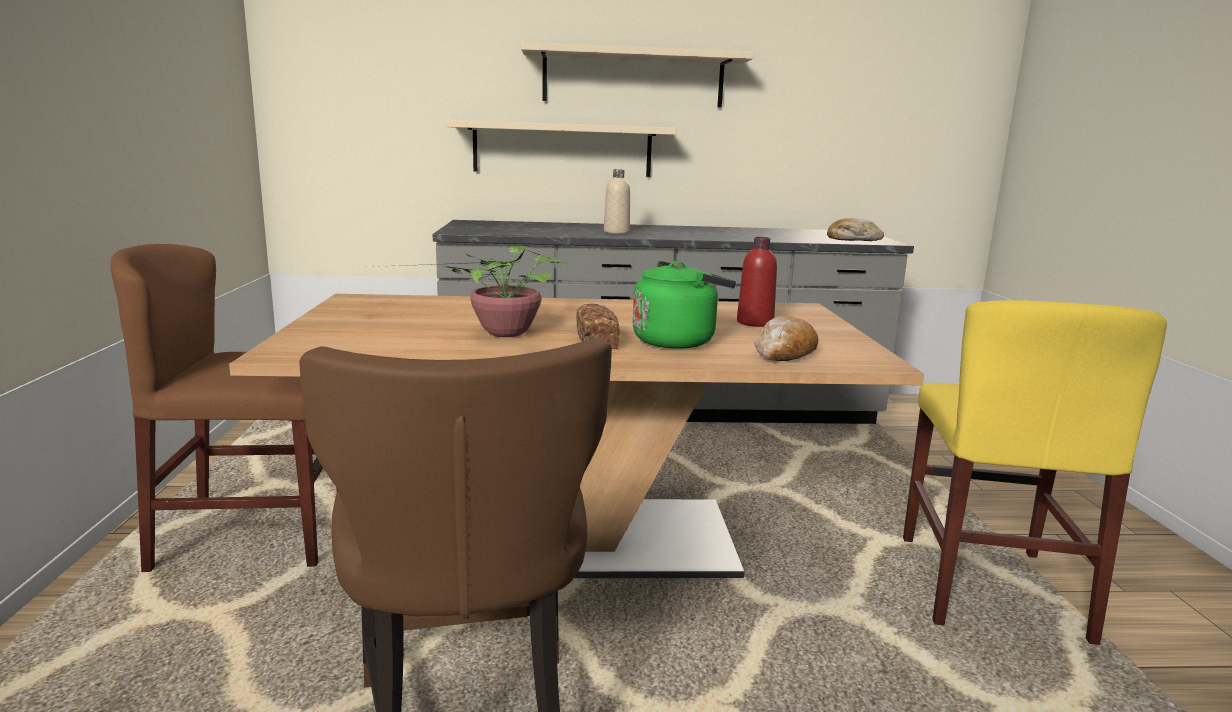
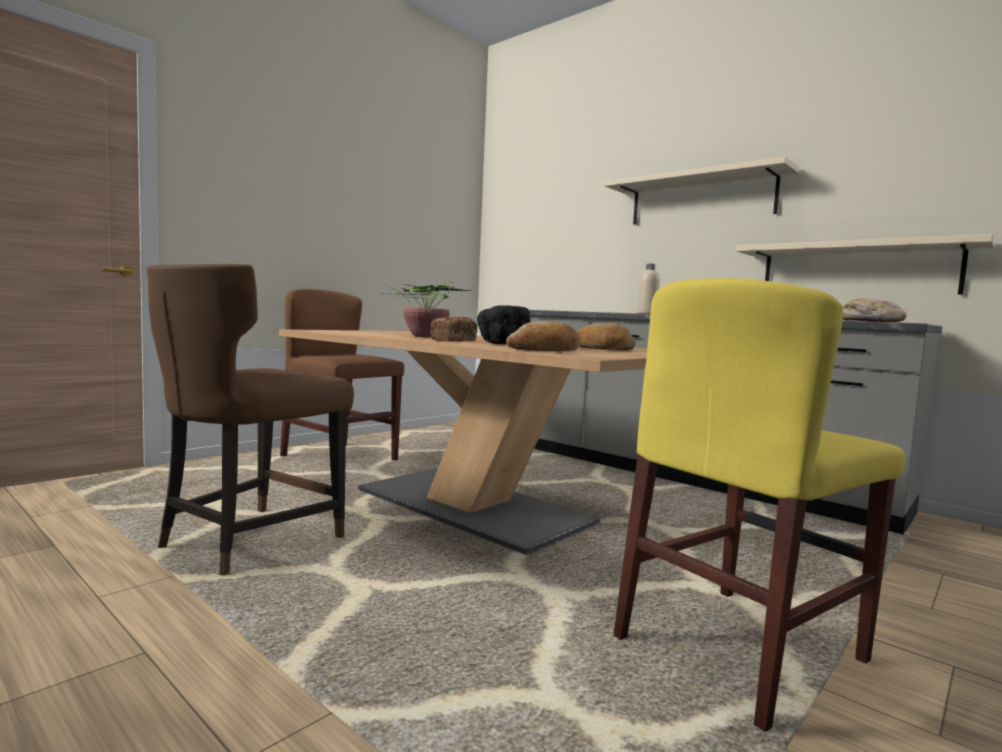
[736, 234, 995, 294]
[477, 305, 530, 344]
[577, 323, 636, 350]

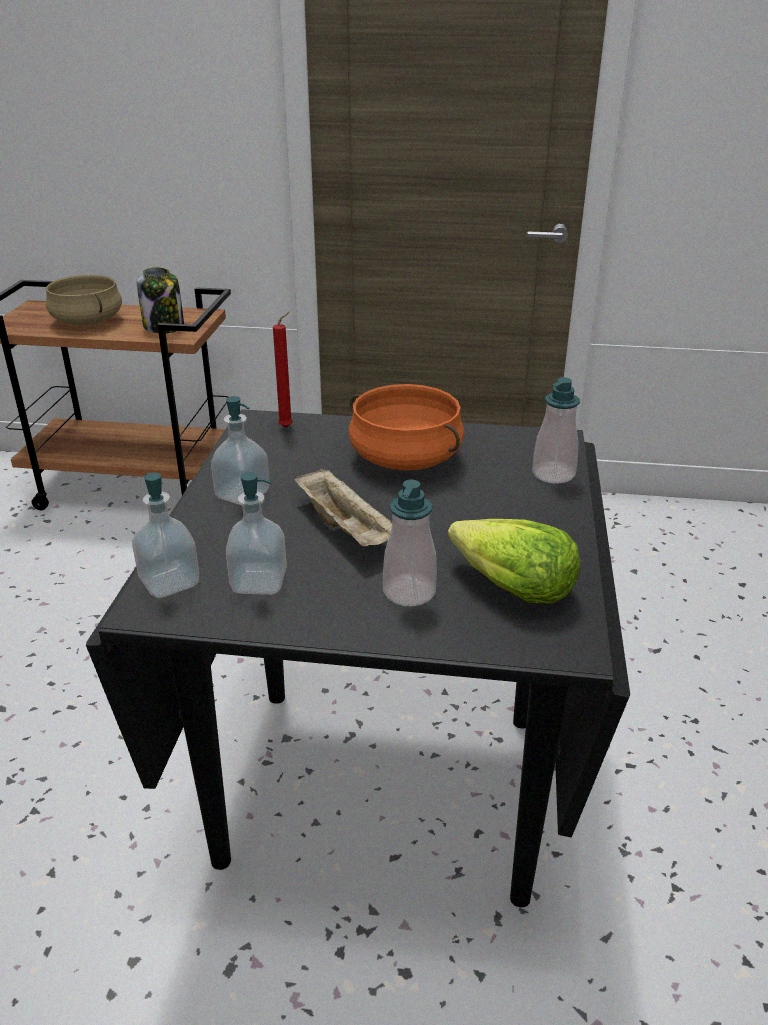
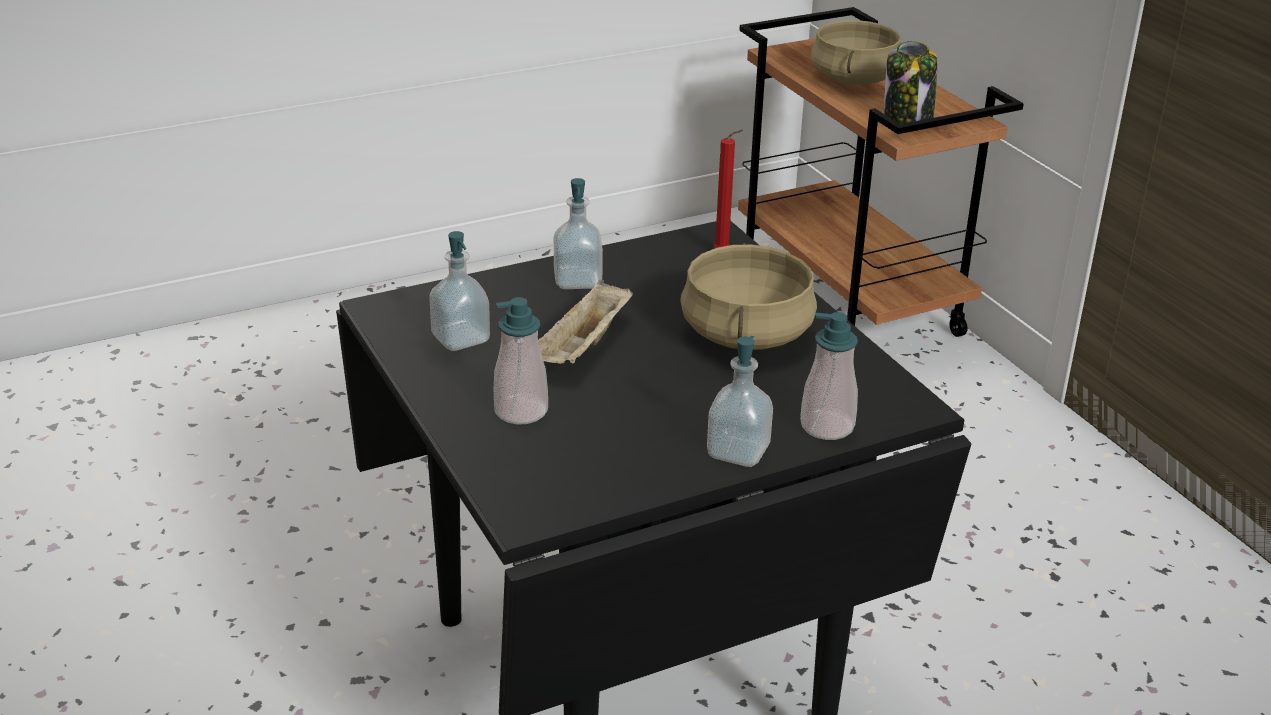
[707, 336, 773, 467]
[680, 243, 817, 350]
[448, 519, 580, 604] (first image)

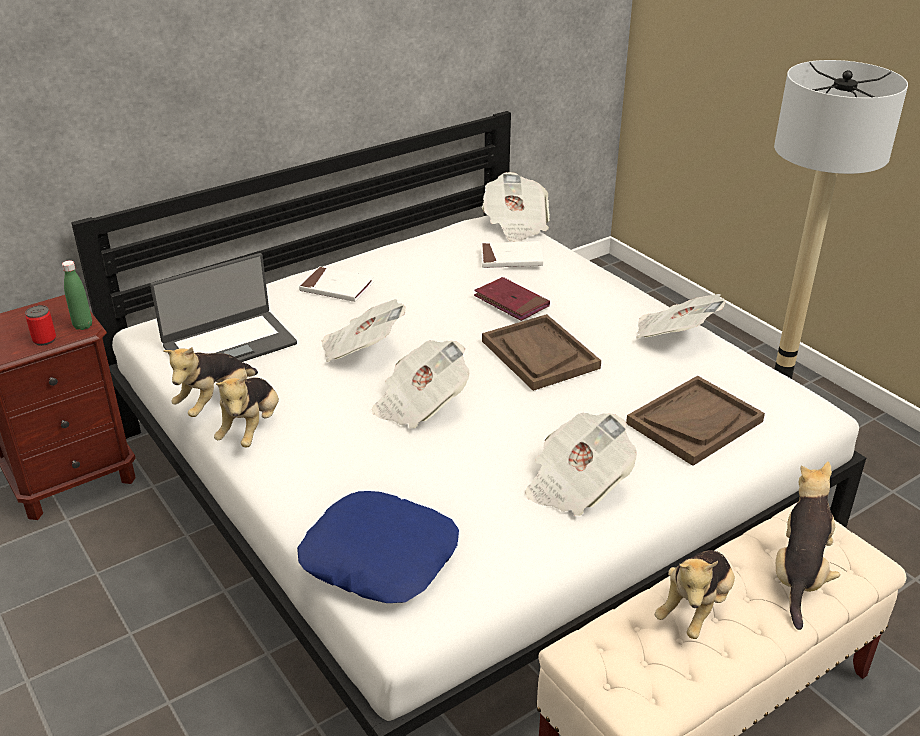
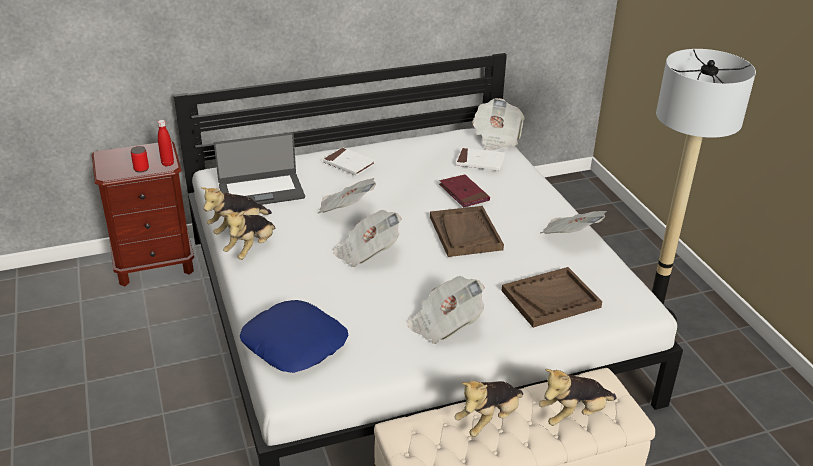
[158, 120, 174, 166]
[539, 369, 617, 426]

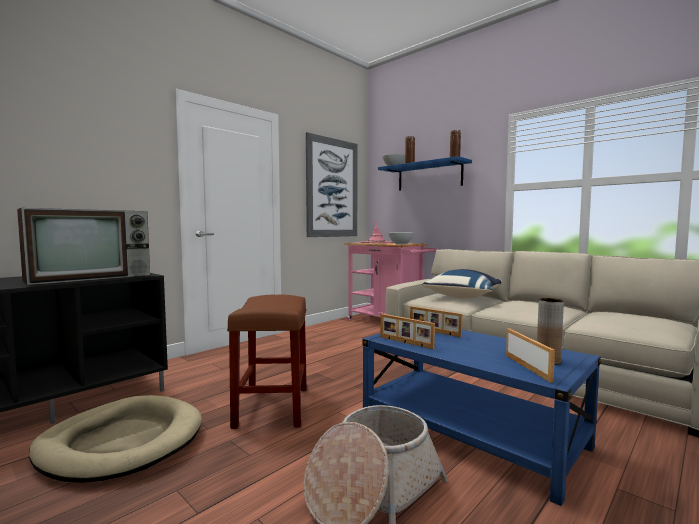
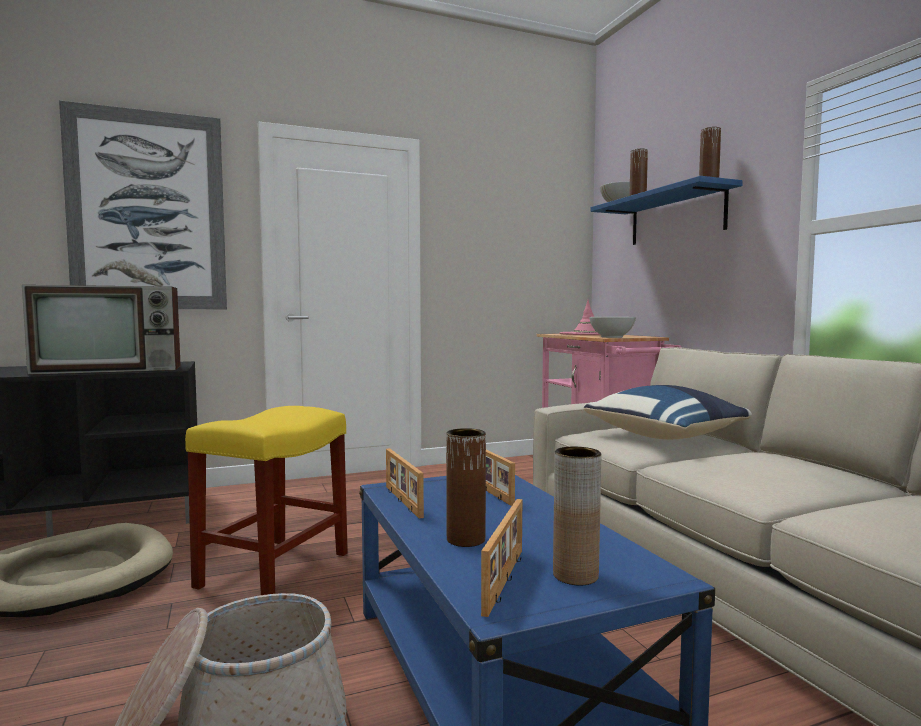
[185, 406, 348, 595]
[59, 100, 227, 309]
[446, 428, 486, 547]

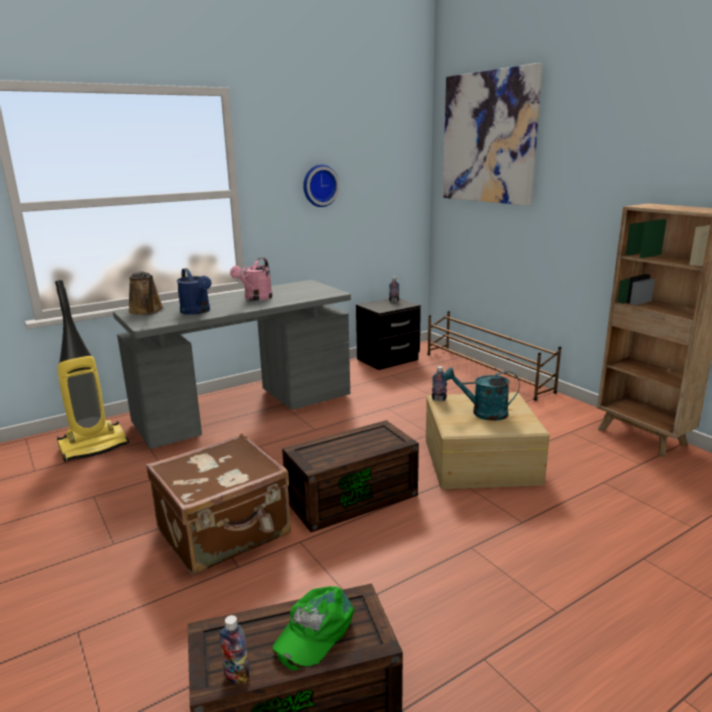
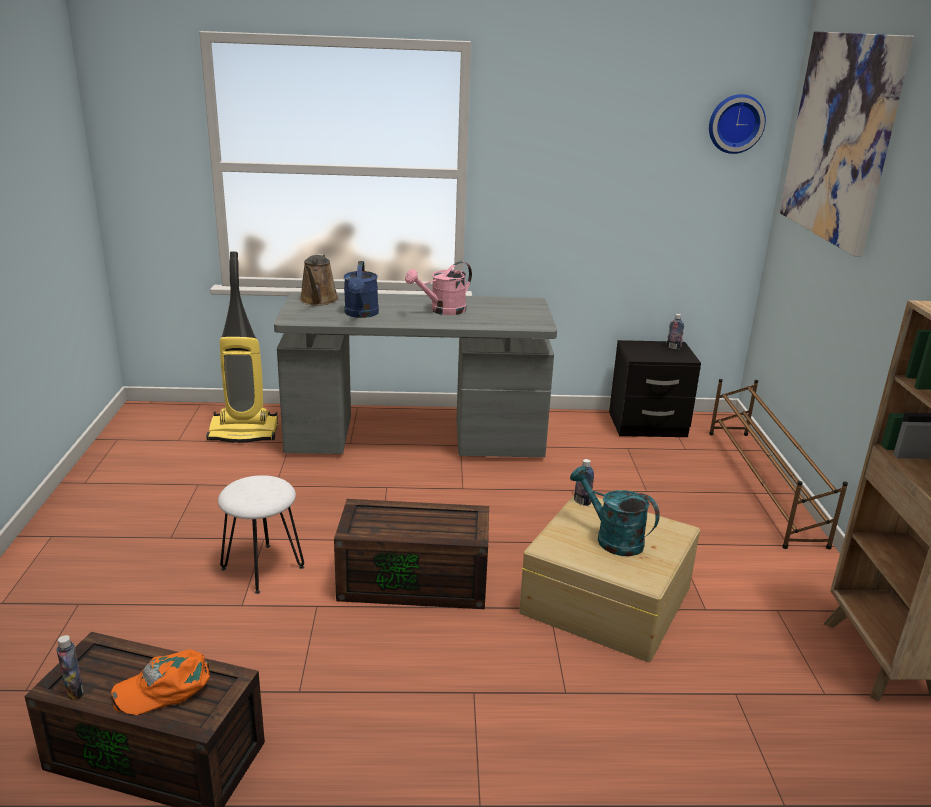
[218, 475, 304, 594]
[110, 649, 210, 716]
[709, 94, 766, 154]

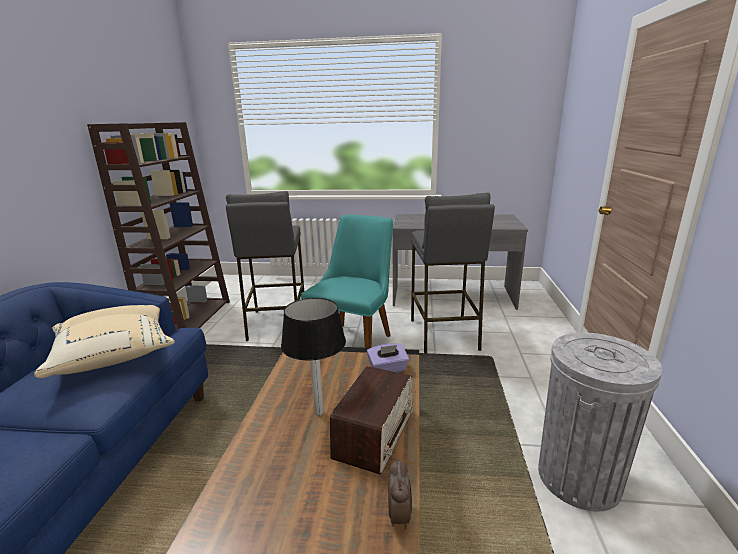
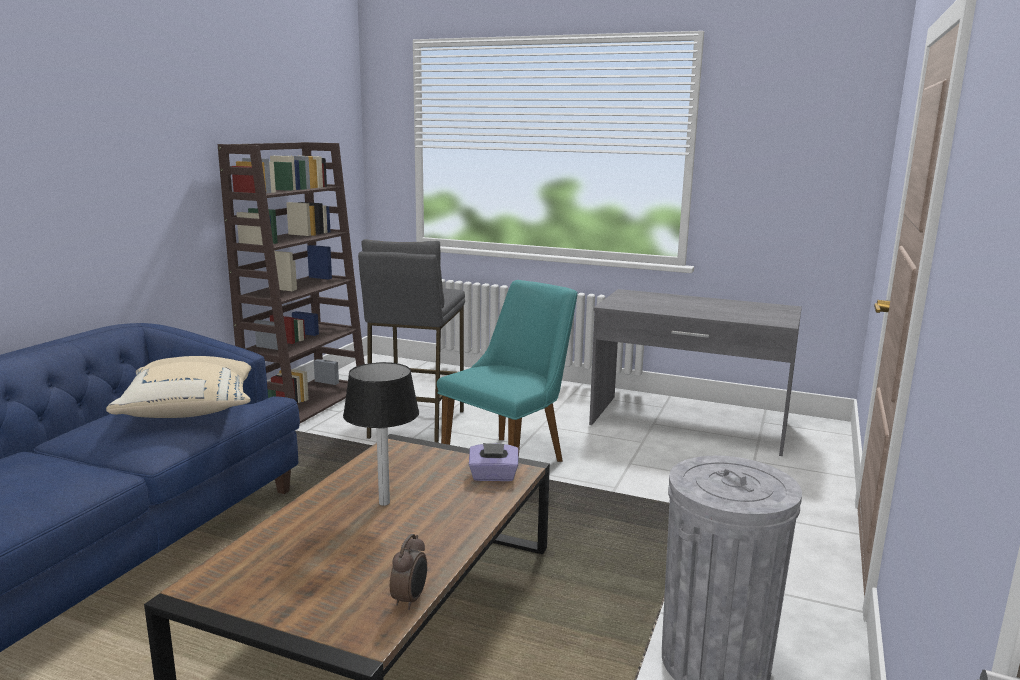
[330, 366, 413, 475] (first image)
[411, 193, 495, 353] (first image)

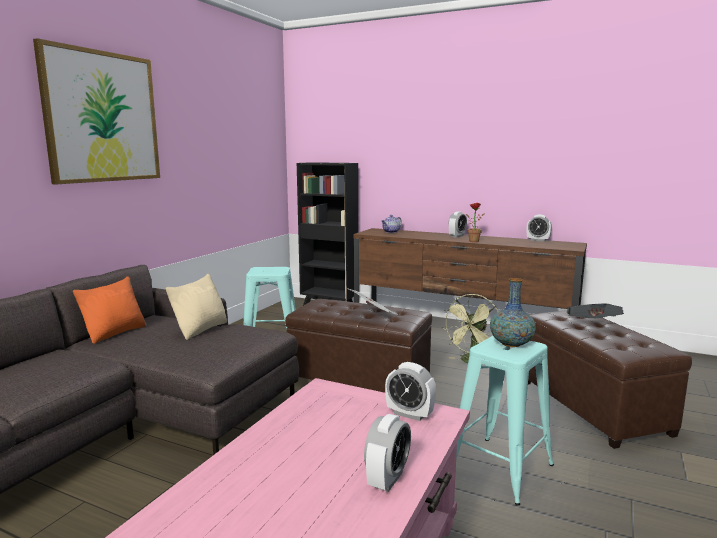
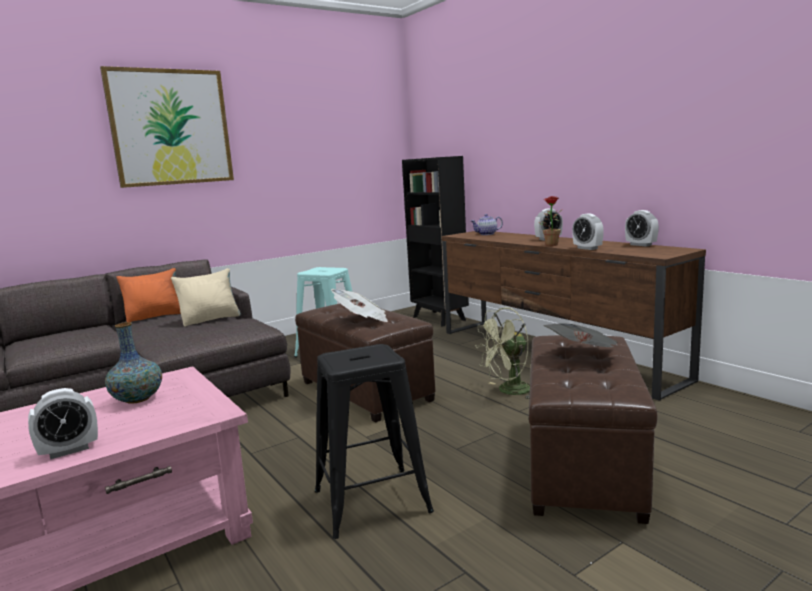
[572, 214, 604, 250]
[315, 344, 434, 539]
[105, 322, 162, 404]

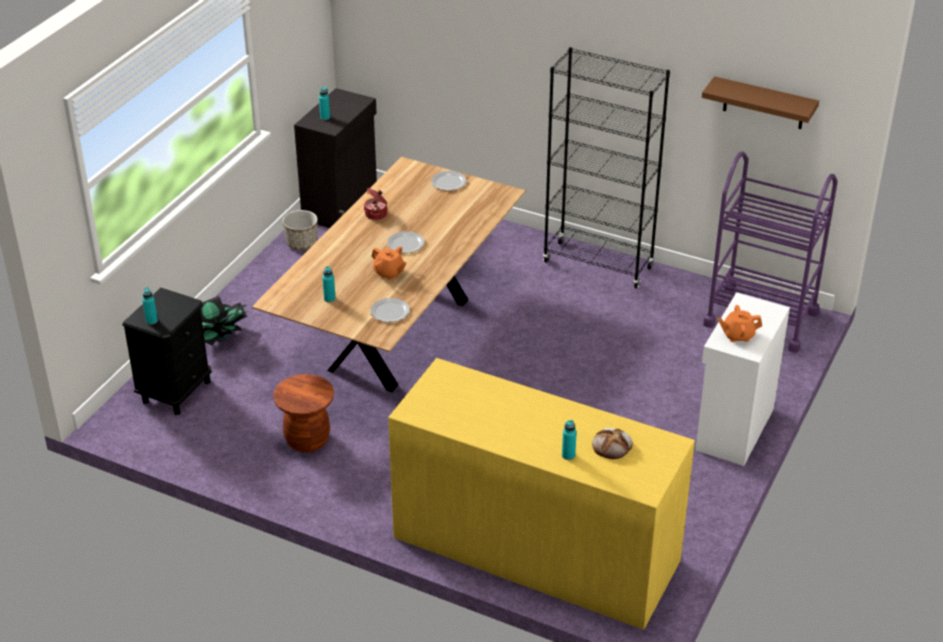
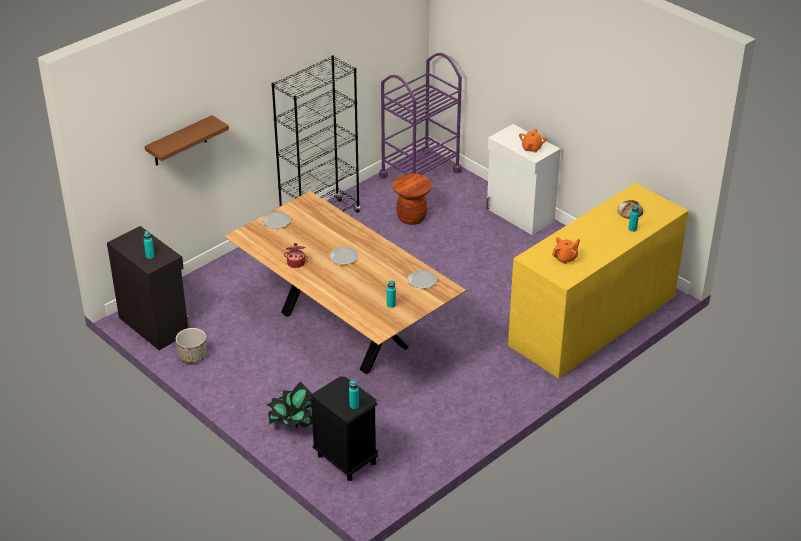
[392, 174, 432, 225]
[552, 237, 580, 264]
[145, 115, 229, 166]

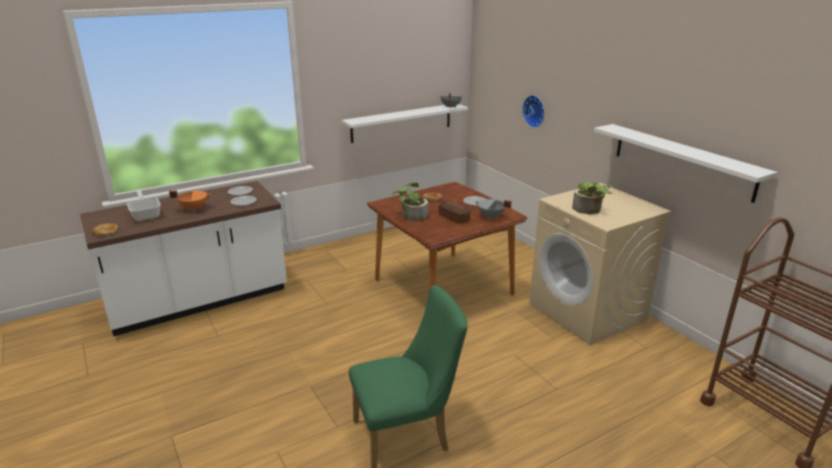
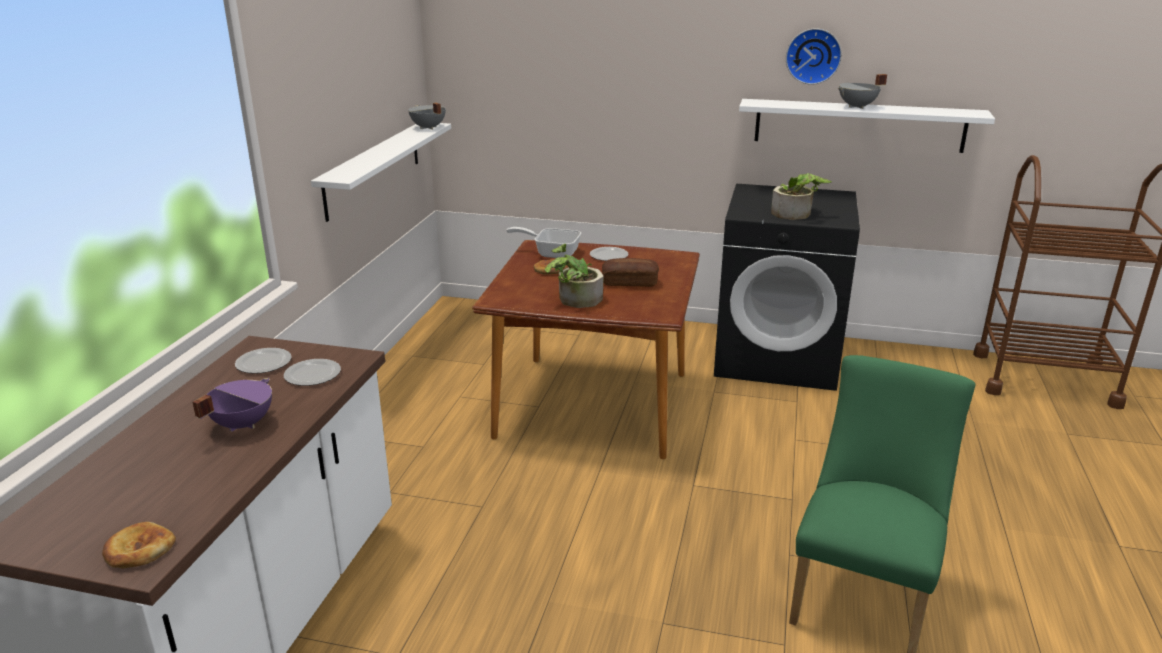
[506, 227, 581, 258]
[193, 378, 272, 432]
[838, 74, 887, 109]
[786, 28, 842, 85]
[714, 184, 860, 391]

